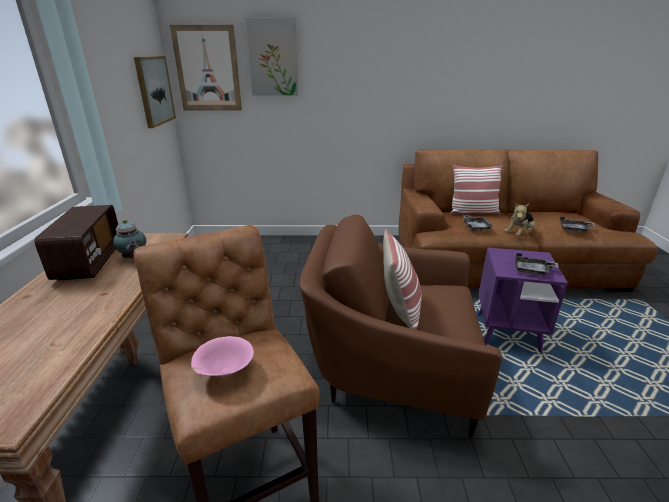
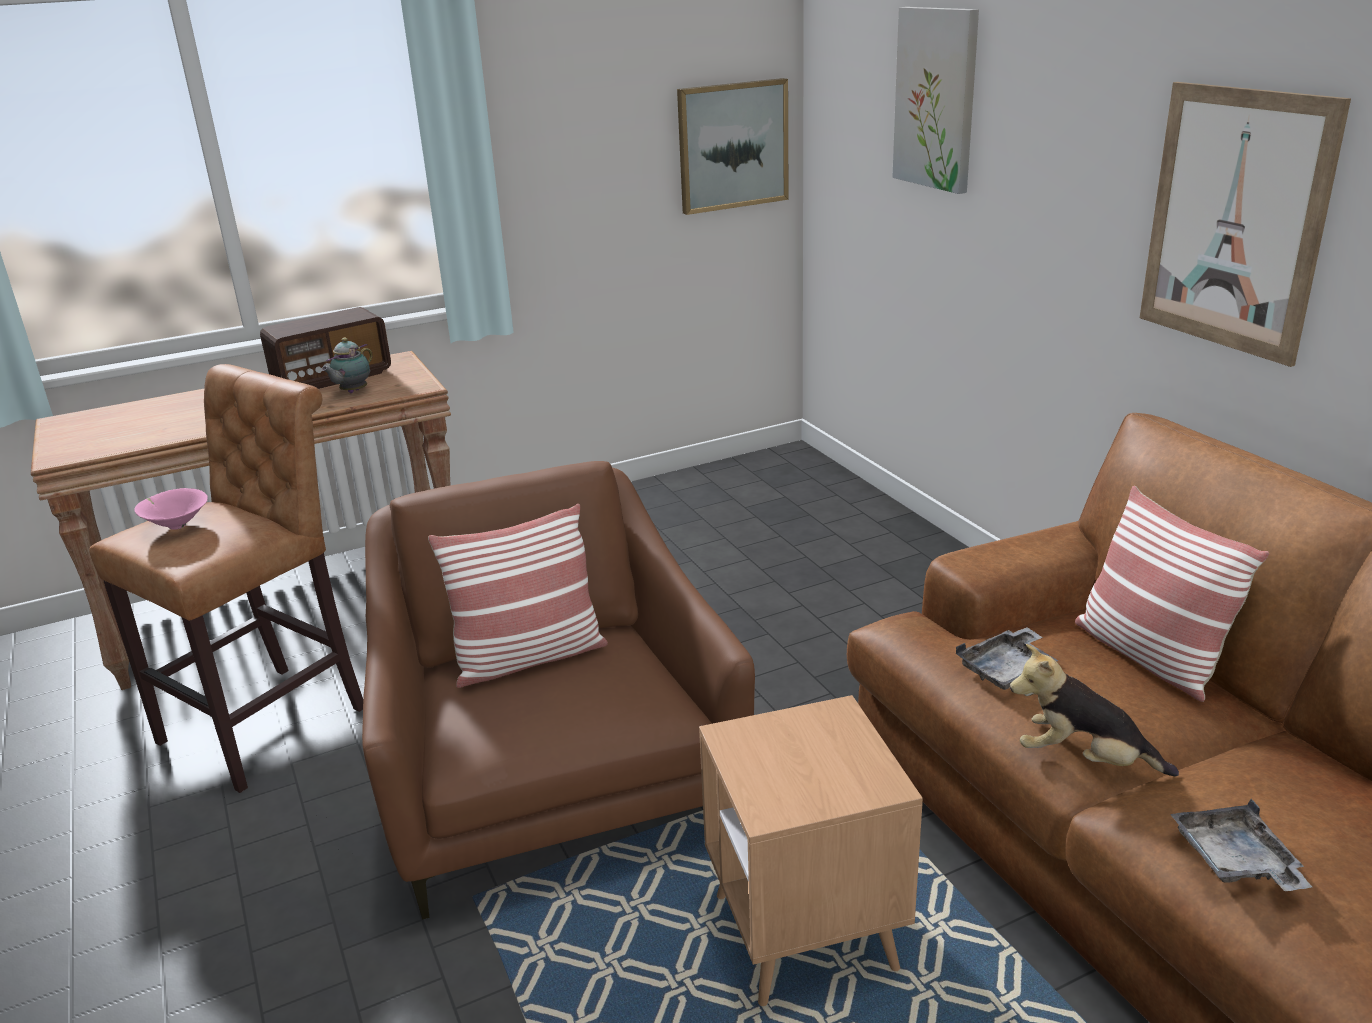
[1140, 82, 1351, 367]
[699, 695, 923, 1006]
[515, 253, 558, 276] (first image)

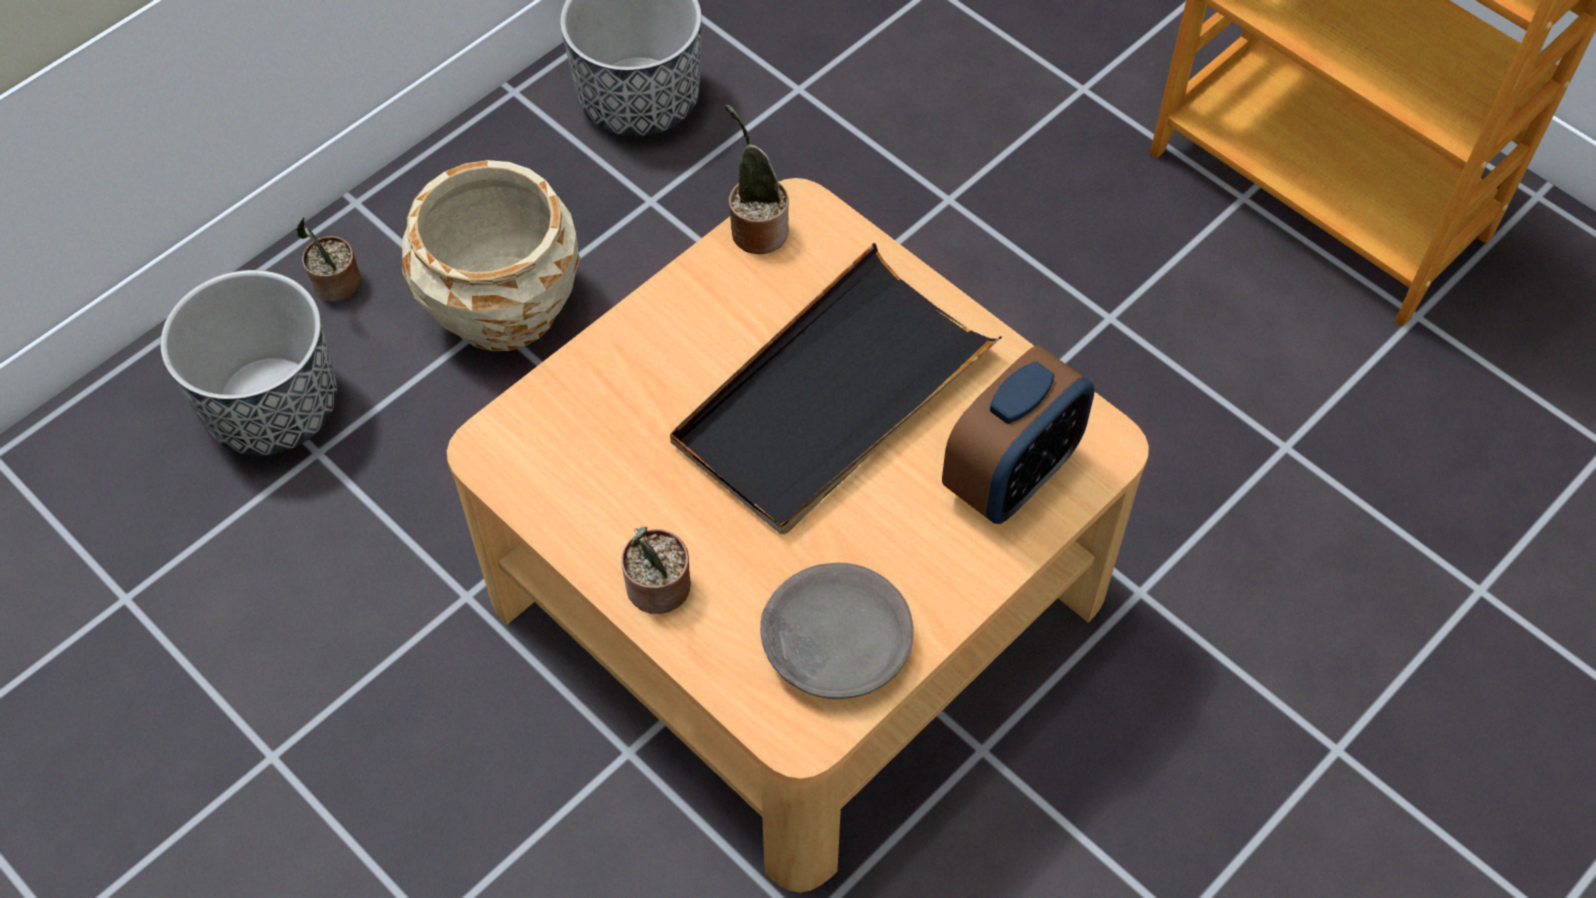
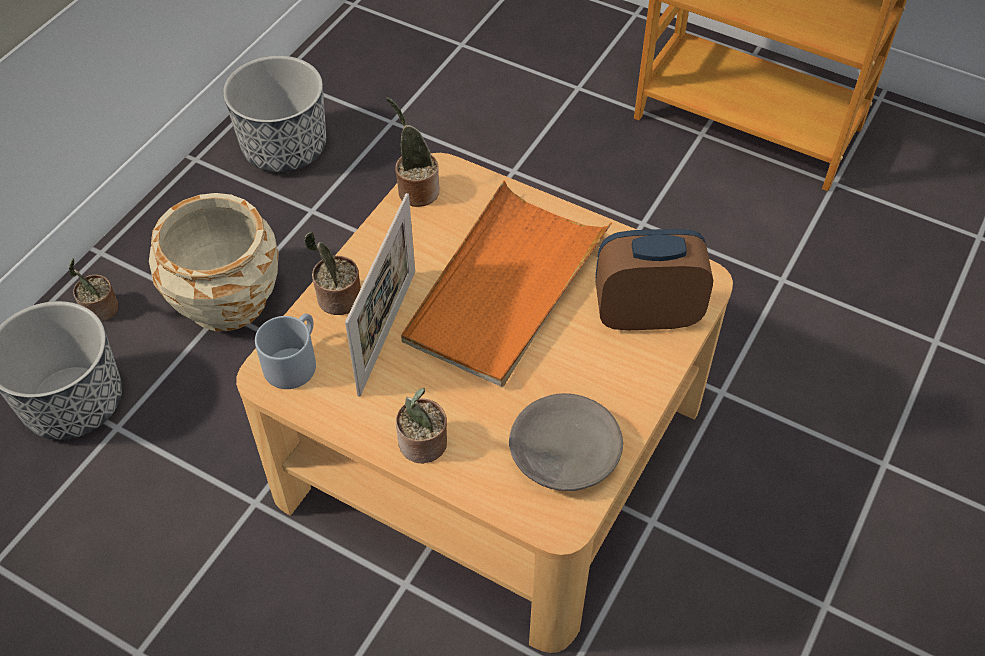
[401, 181, 612, 387]
[595, 229, 713, 330]
[255, 314, 316, 389]
[304, 232, 361, 315]
[345, 193, 415, 397]

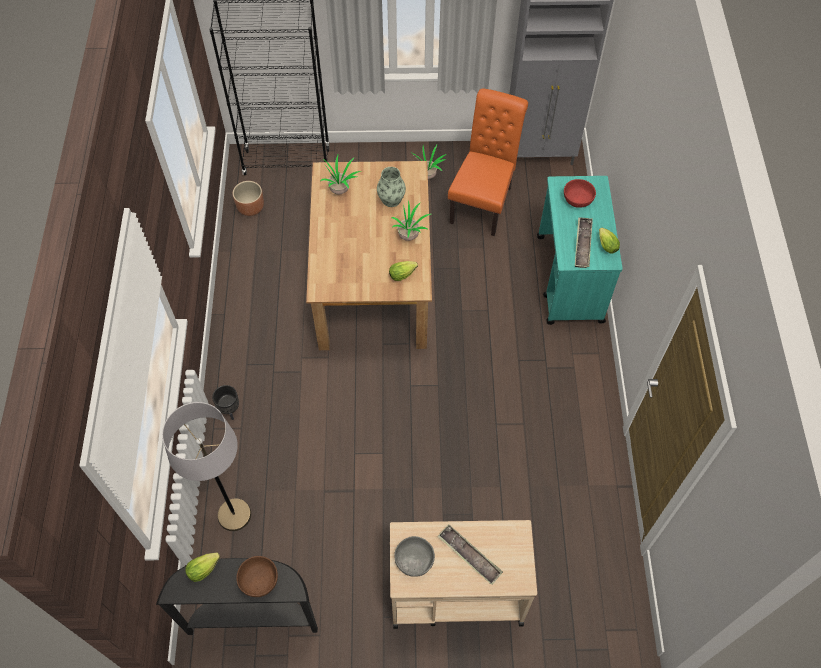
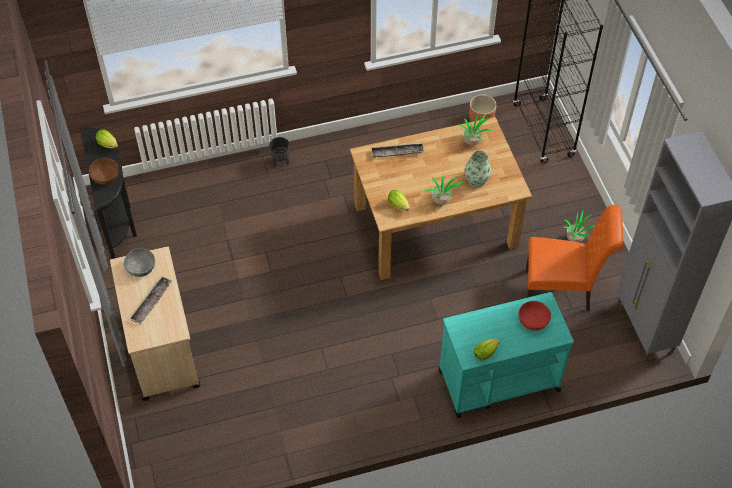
[162, 402, 251, 531] (first image)
[370, 143, 424, 158]

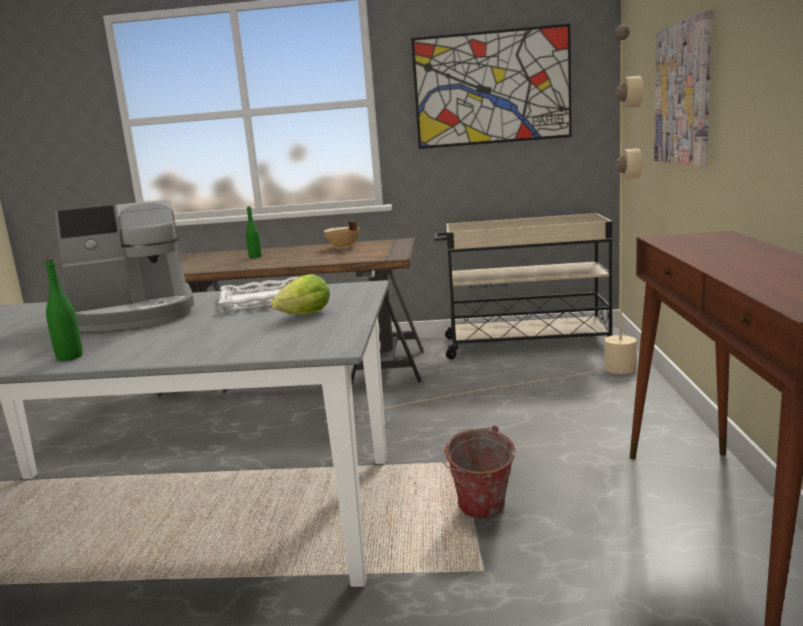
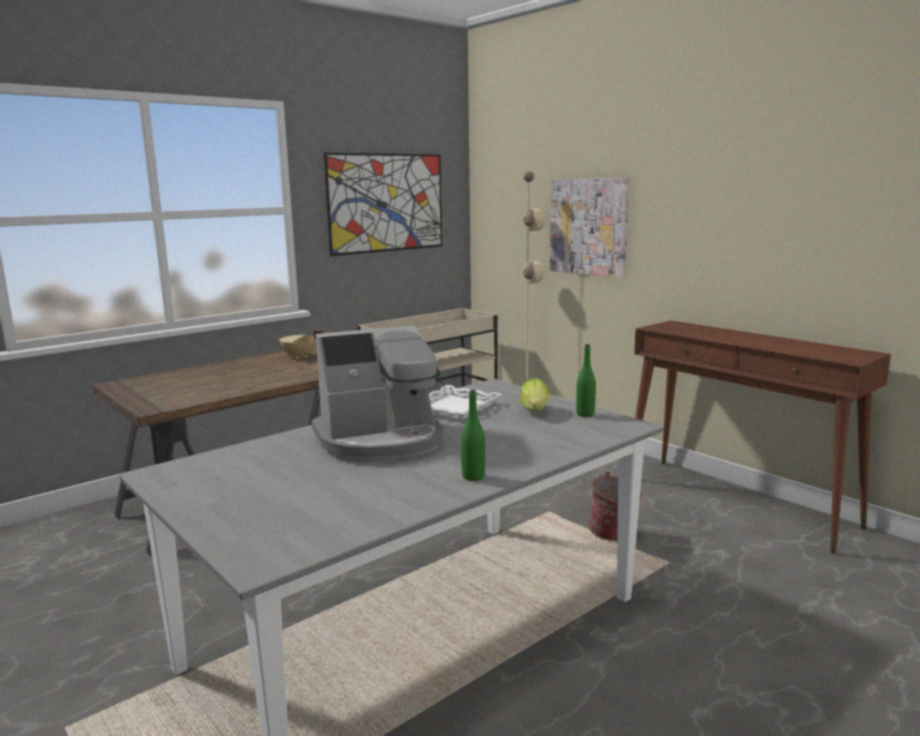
[312, 325, 444, 462]
[576, 344, 596, 417]

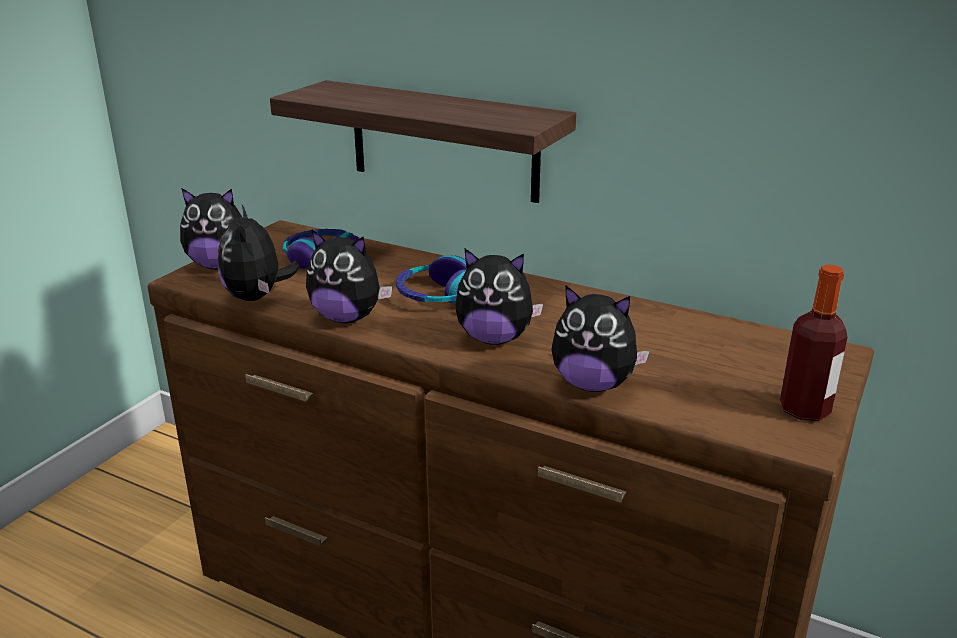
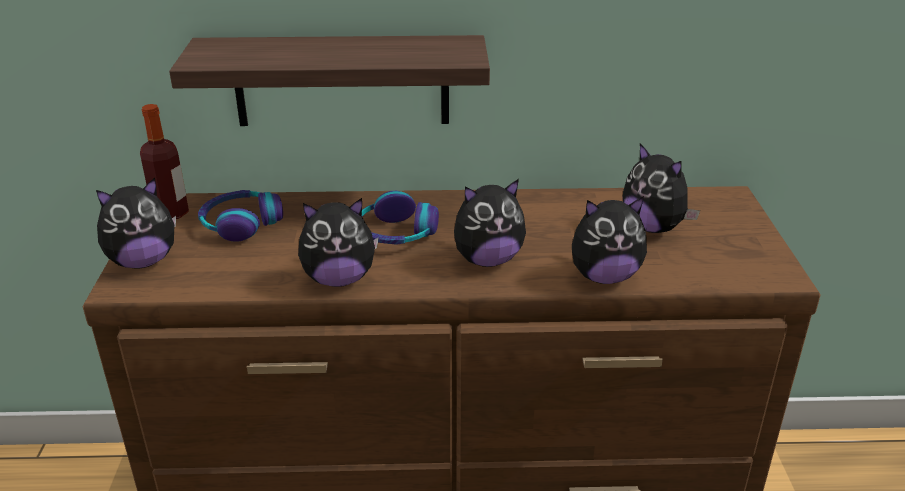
[623, 143, 700, 233]
[140, 104, 189, 219]

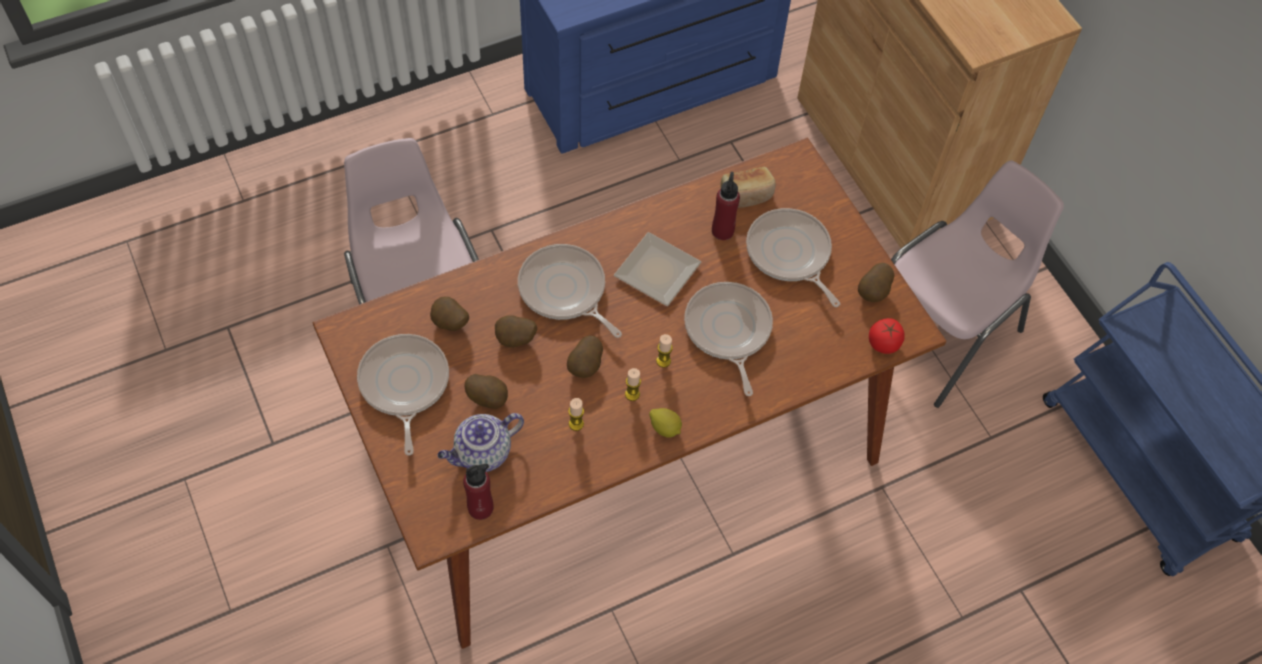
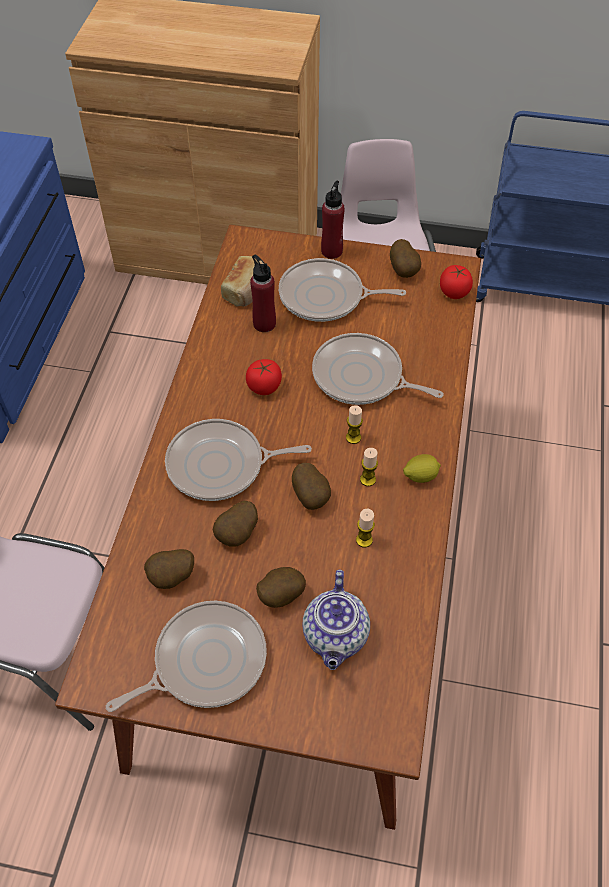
[106, 601, 267, 712]
[321, 181, 345, 259]
[246, 359, 282, 395]

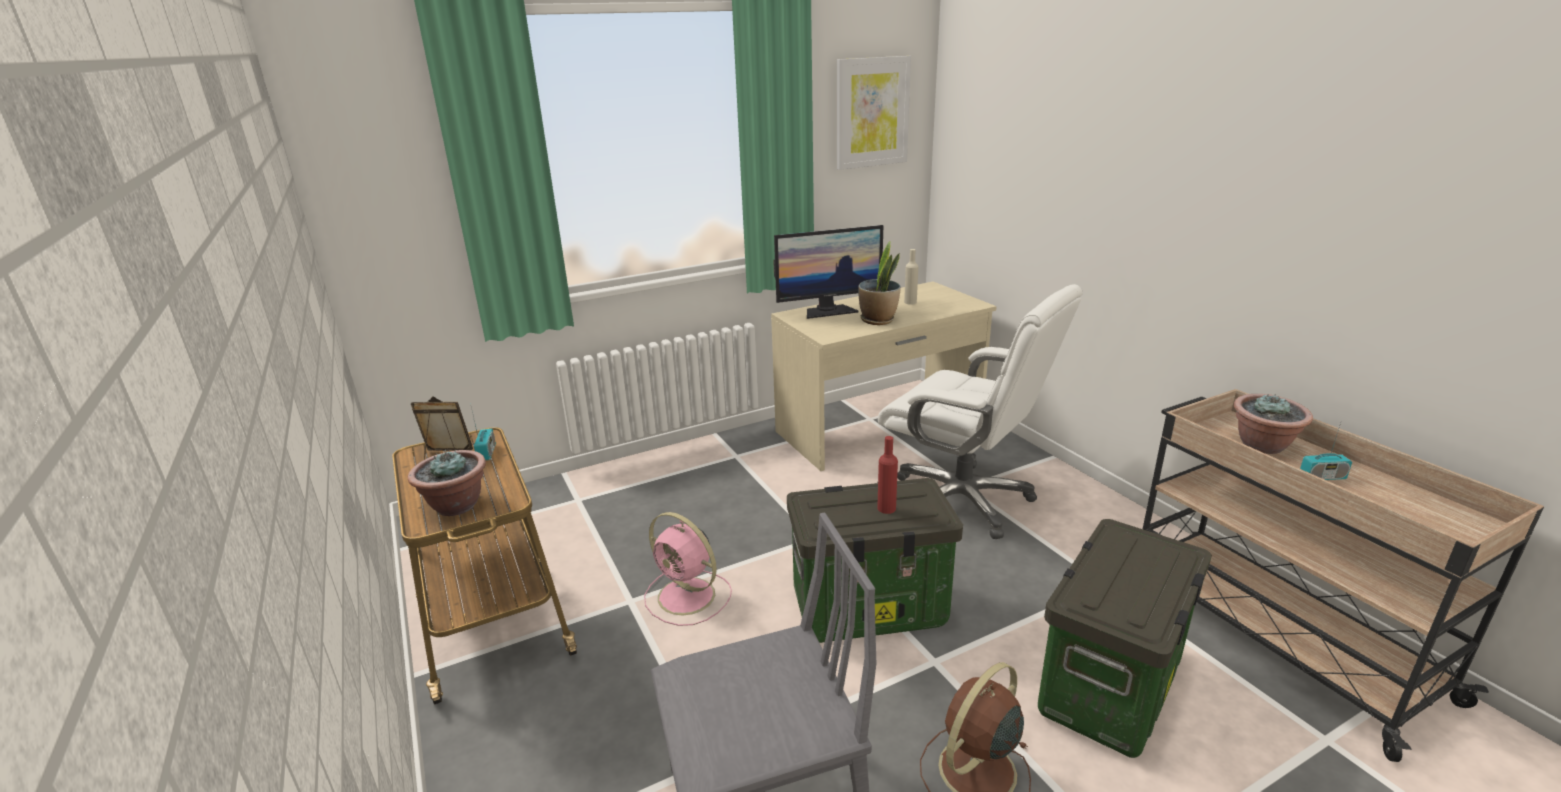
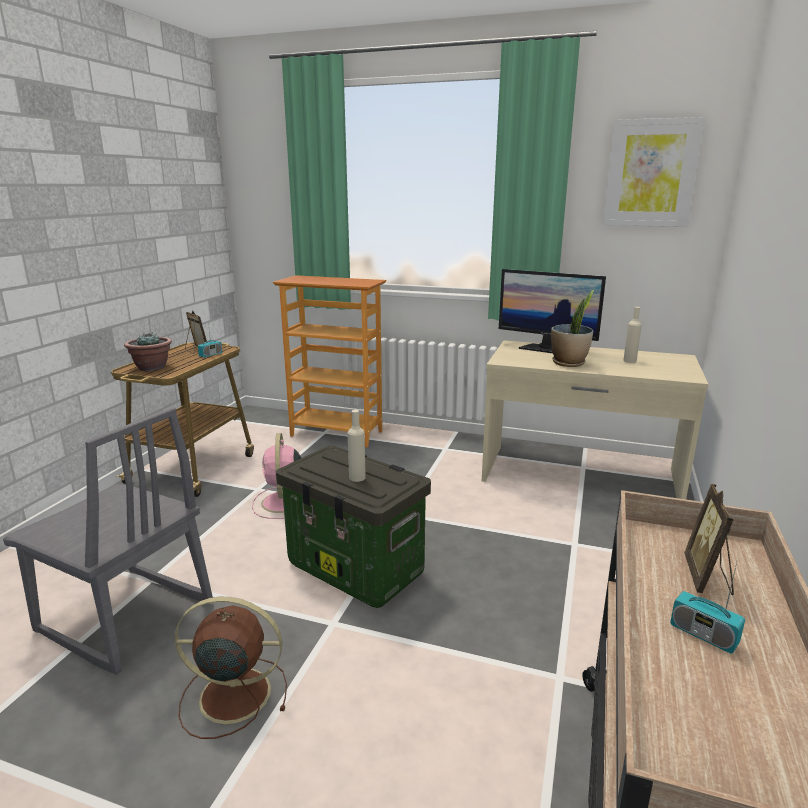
[347, 410, 366, 482]
[878, 284, 1083, 539] (first image)
[1038, 519, 1212, 758] (first image)
[684, 484, 734, 595]
[273, 275, 386, 447]

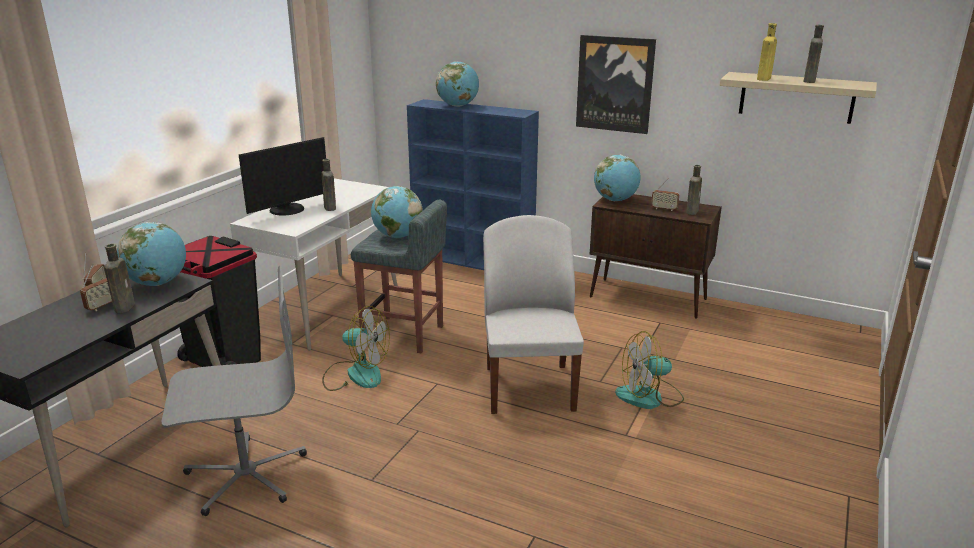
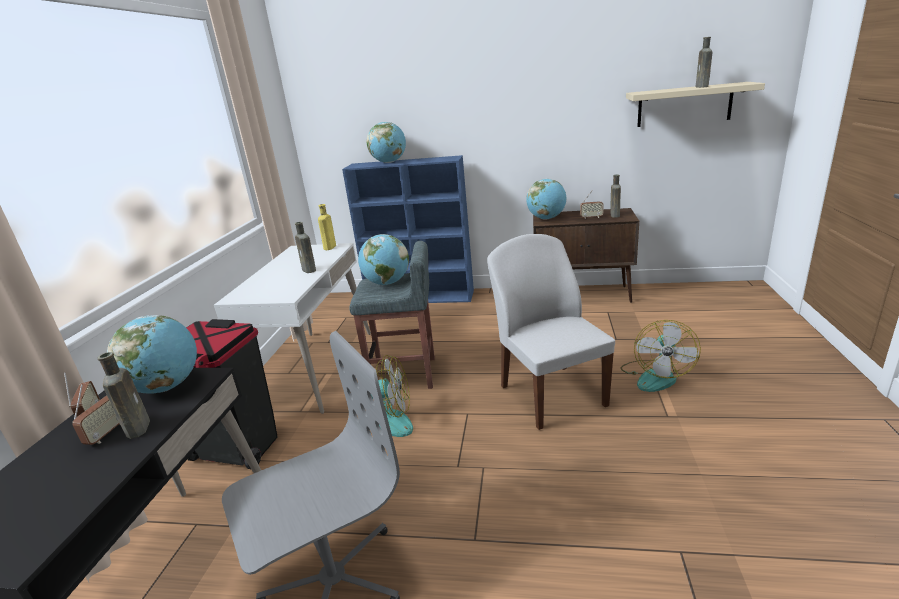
[239, 137, 326, 215] (first image)
[576, 35, 656, 134] (first image)
[620, 320, 701, 392]
[318, 204, 336, 250]

